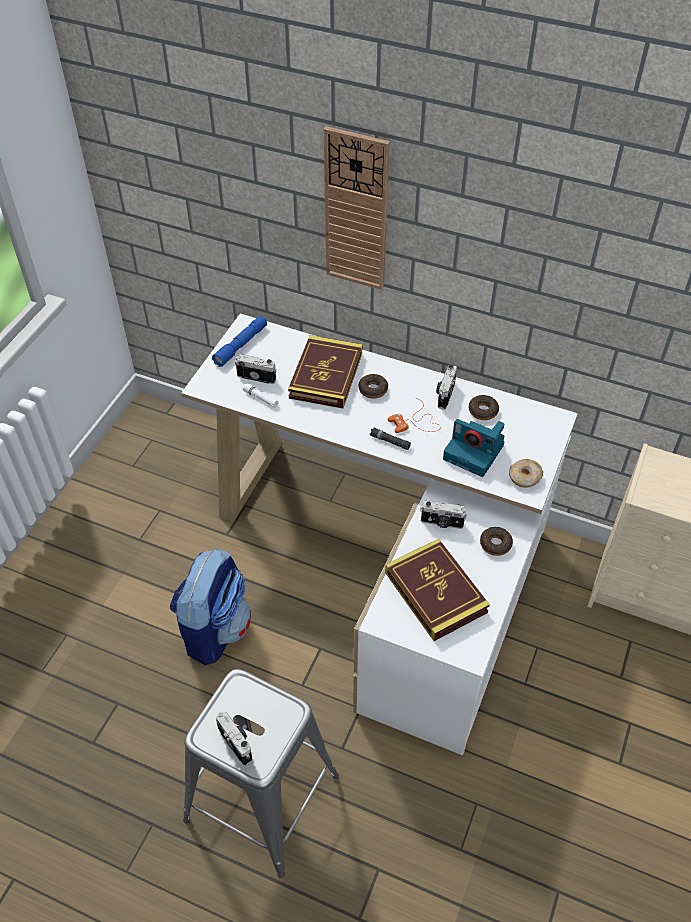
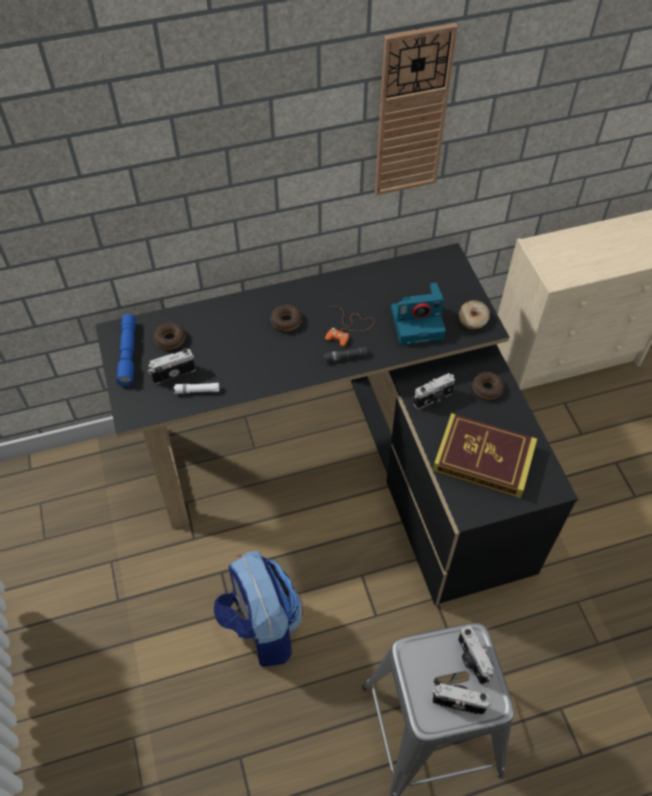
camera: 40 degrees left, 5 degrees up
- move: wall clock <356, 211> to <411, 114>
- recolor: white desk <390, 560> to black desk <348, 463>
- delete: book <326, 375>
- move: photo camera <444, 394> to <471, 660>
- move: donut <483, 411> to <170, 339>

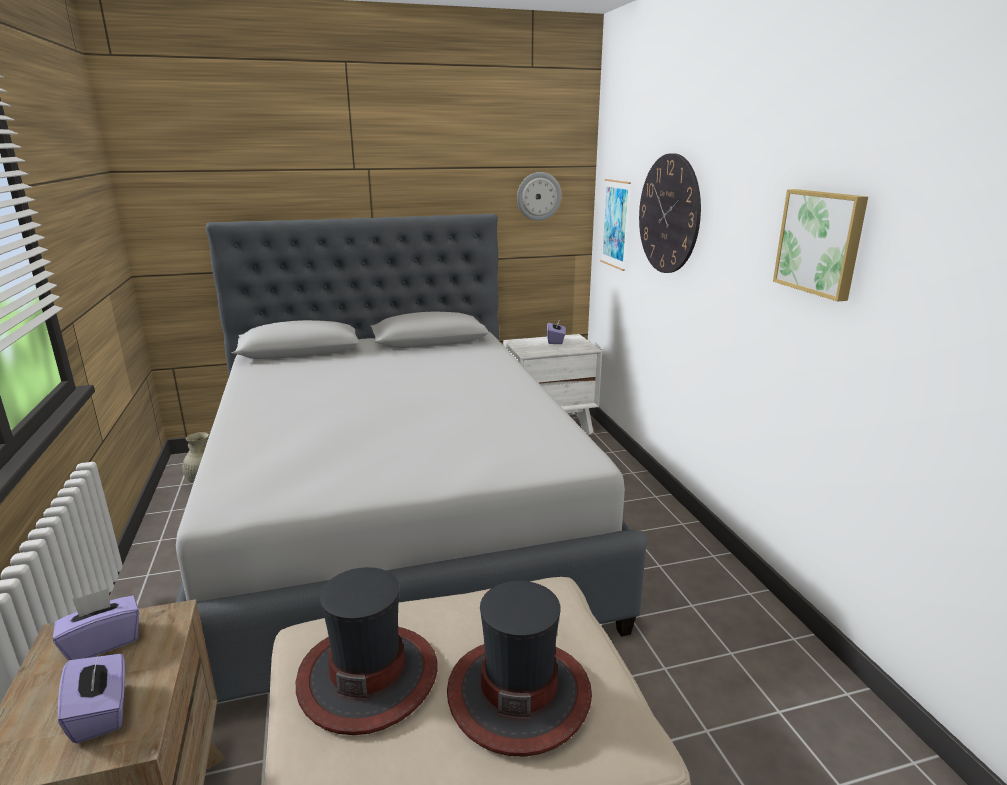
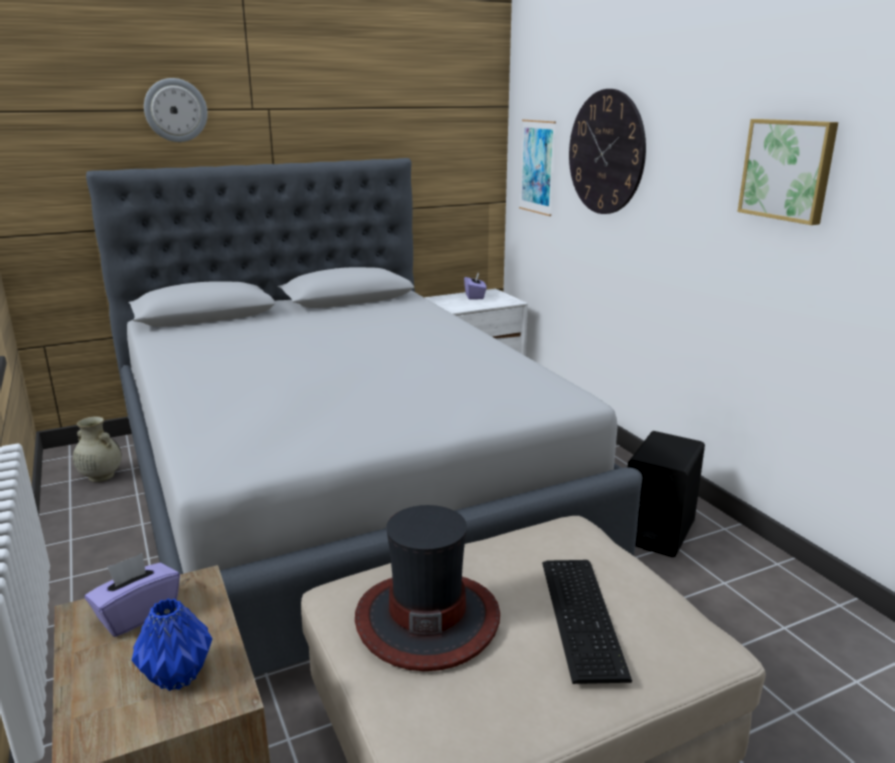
camera: 10 degrees left, 0 degrees up
- move: wall clock <538, 196> to <175, 110>
- replace: hat <519, 693> to keyboard <584, 615>
- replace: purple tissue box <101, 712> to blue vase <177, 676>
- insert: black speaker <657, 531>

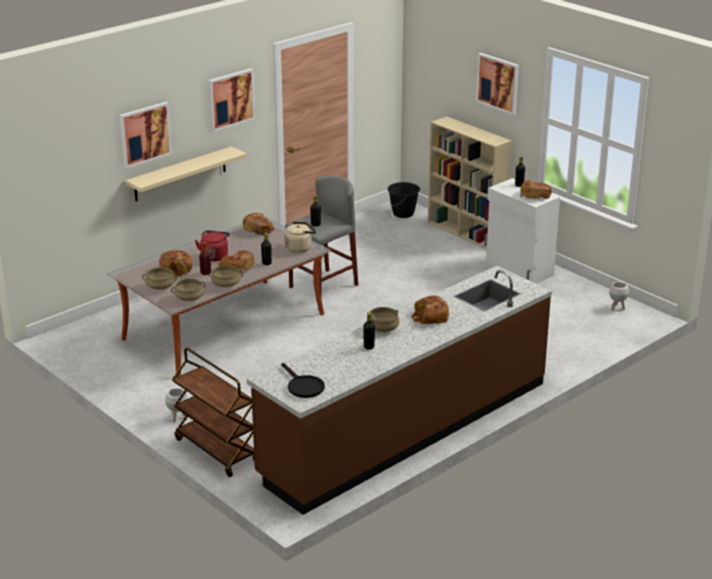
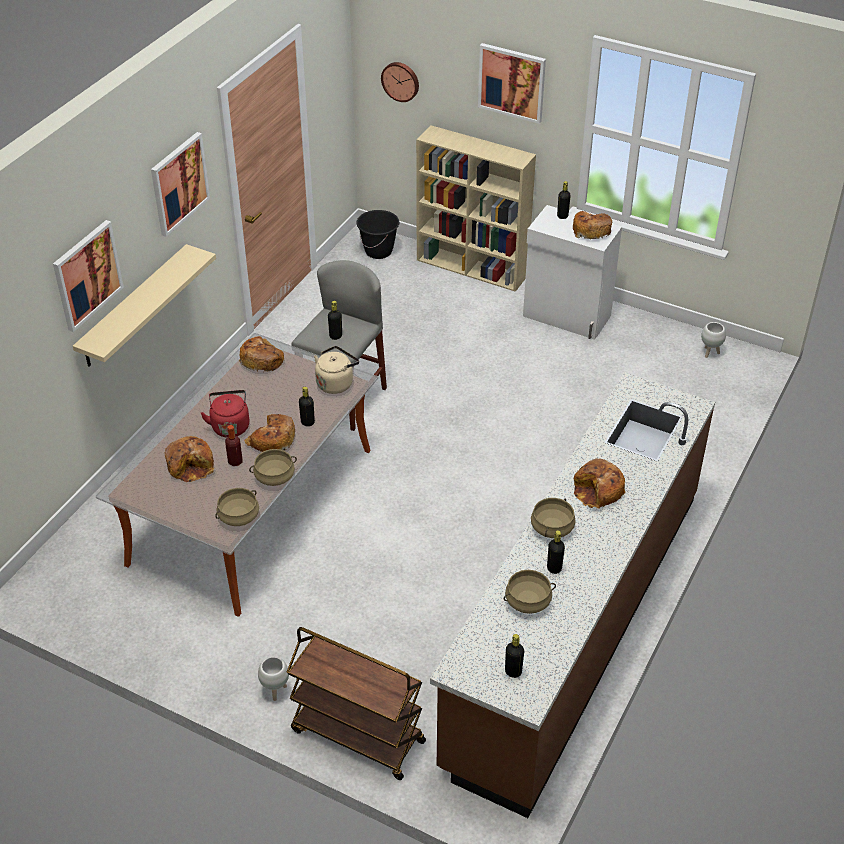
camera: 20 degrees left, 15 degrees up
- move: beige cooking pot <160, 286> to <528, 601>
- replace: black frying pan <303, 386> to black bottle <513, 671>
- insert: wall clock <401, 81>

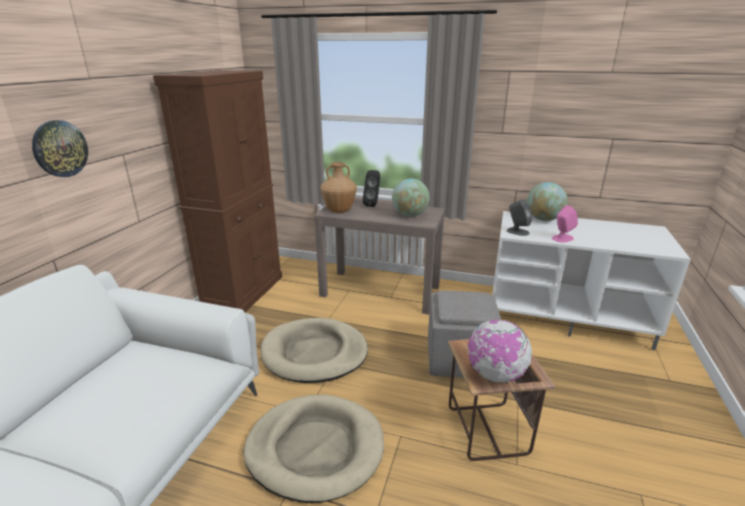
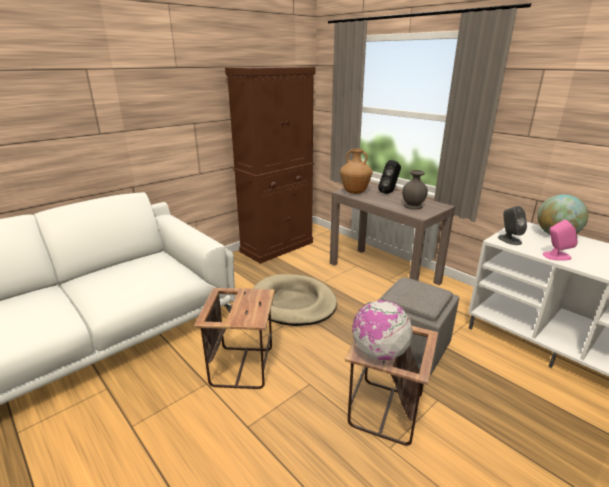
camera: 30 degrees right, 0 degrees up
- delete: wall clock <60, 148>
- replace: globe <410, 215> to grey vase <413, 206>
- replace: beige dog bed <315, 449> to side table <242, 366>

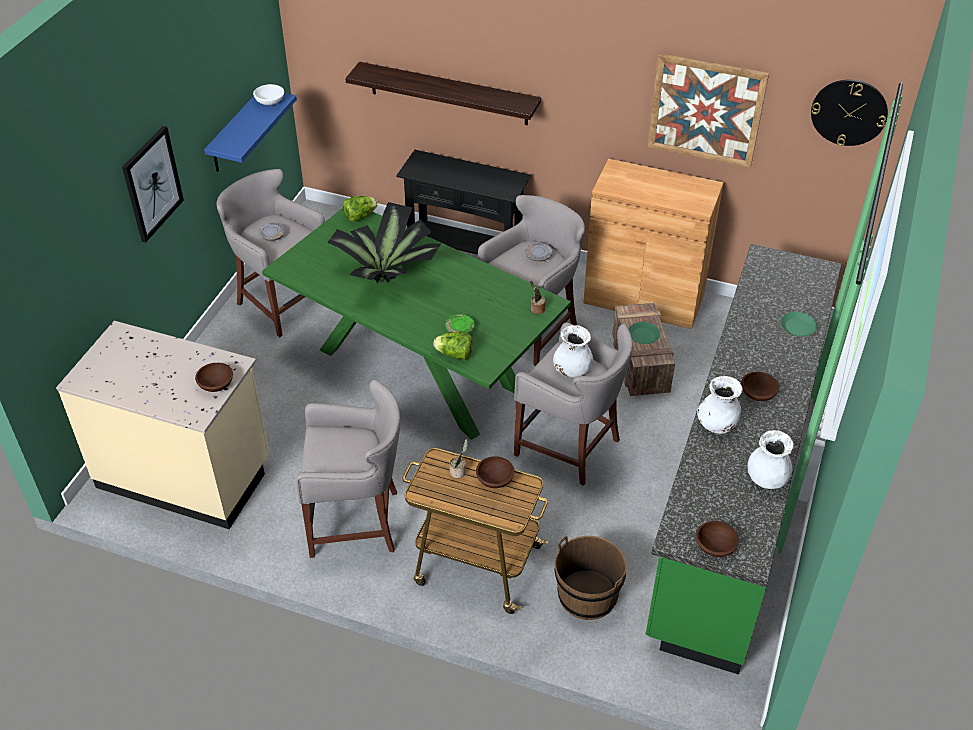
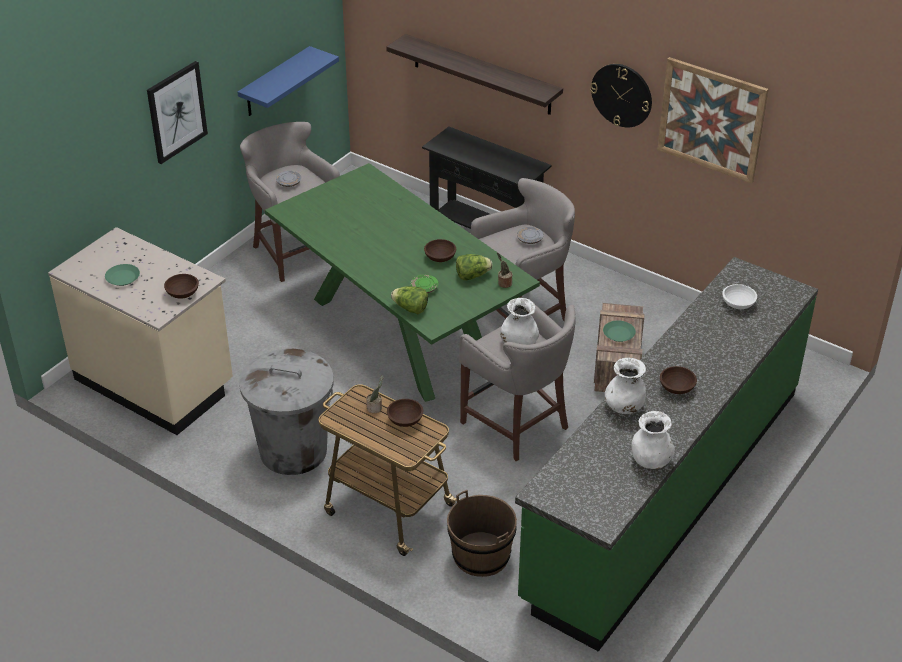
camera: 15 degrees right, 5 degrees down
- move: wall clock <849, 112> to <621, 95>
- move: white bowl <269, 102> to <737, 304>
- delete: brown cabinet <643, 298>
- move: lettuce <360, 216> to <472, 276>
- delete: potted plant <389, 273>
- move: green plate <798, 327> to <123, 278>
- replace: grey stool <358, 521> to grey trash can <293, 451>
- move: brown bowl <715, 546> to <440, 257>

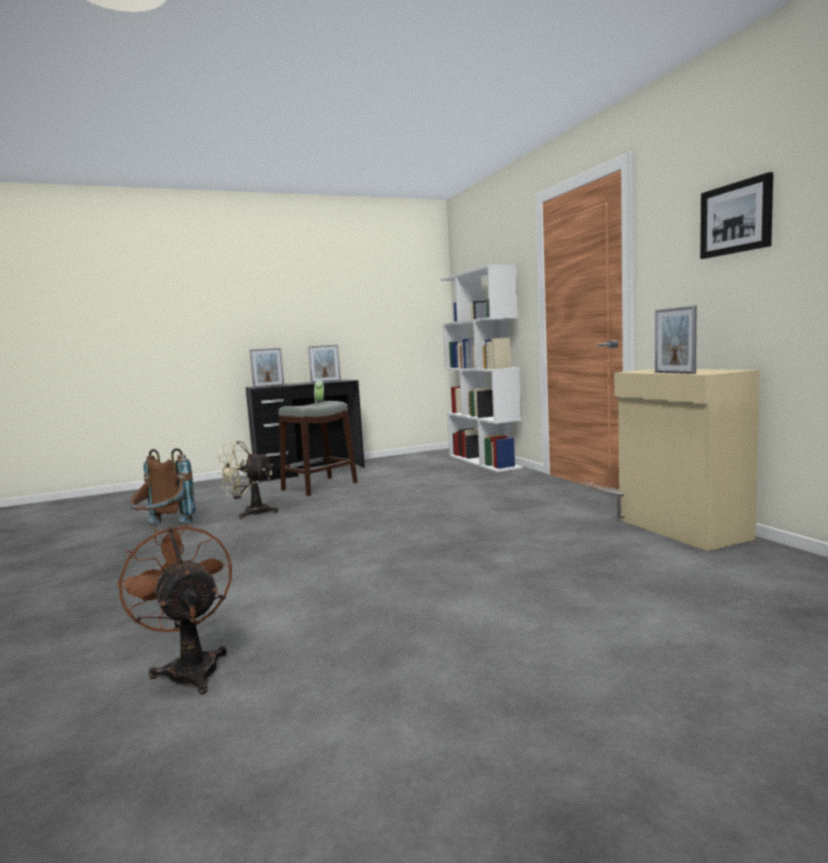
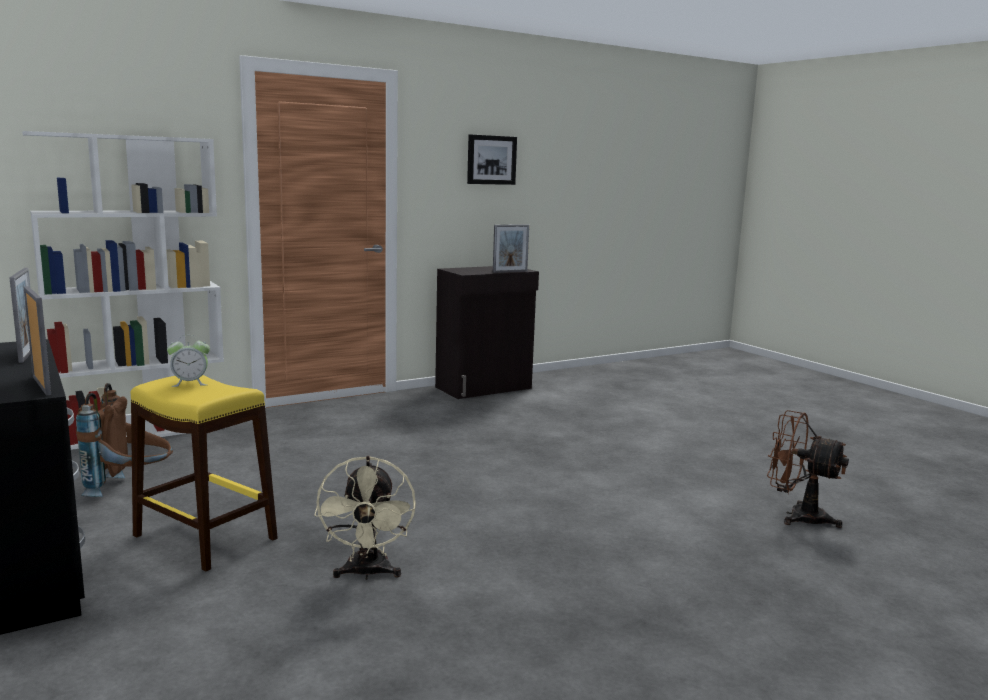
camera: 100 degrees left, 5 degrees up
- recolor: beige cabinet <681, 529> to black cabinet <485, 388>
- recolor: grey stool <320, 486> to yellow stool <205, 537>
- move: brown backpack <163, 528> to <131, 489>
- rotate: brown fan <190, 667> = <797, 516> 75 degrees clockwise

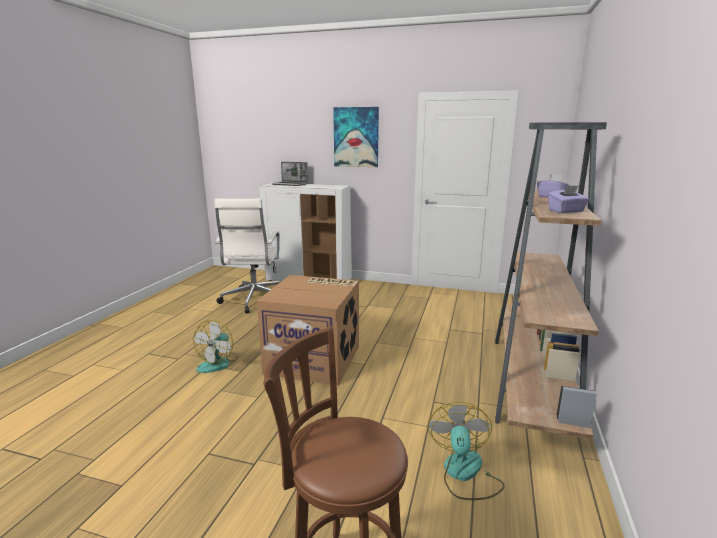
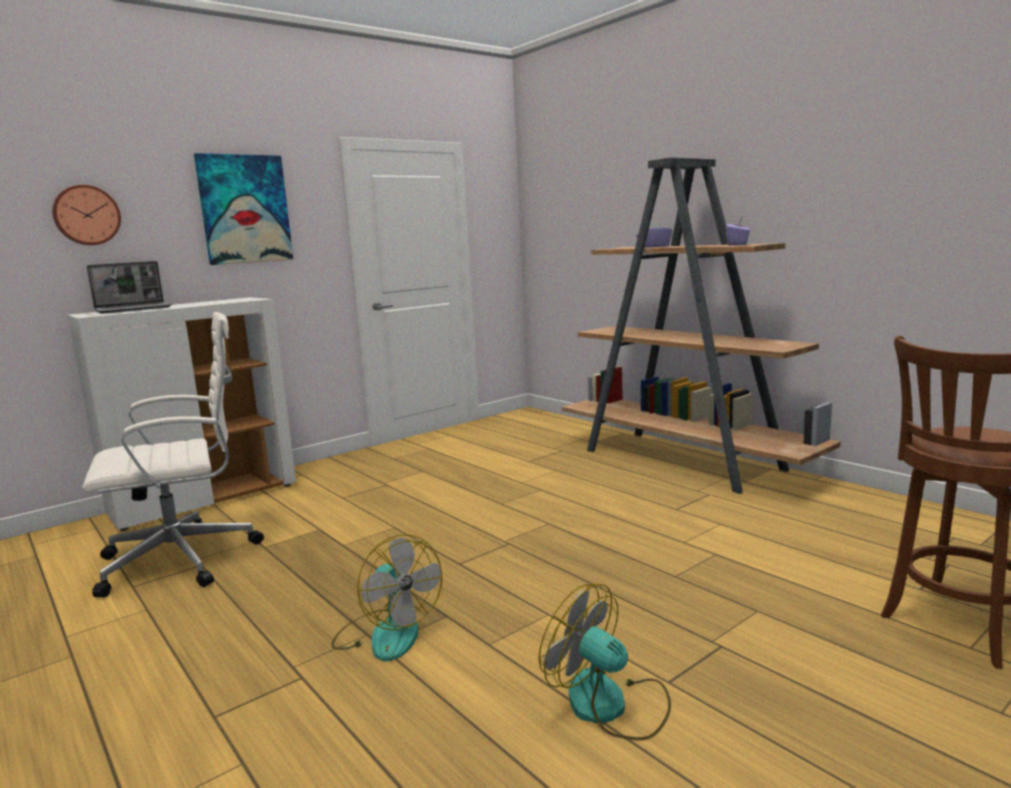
camera: 55 degrees left, 5 degrees down
- rotate: white office chair <254, 300> = <184, 559> 60 degrees counterclockwise
- delete: cardboard box <315, 359>
- move: fan <464, 474> to <610, 705>
- insert: wall clock <86, 215>

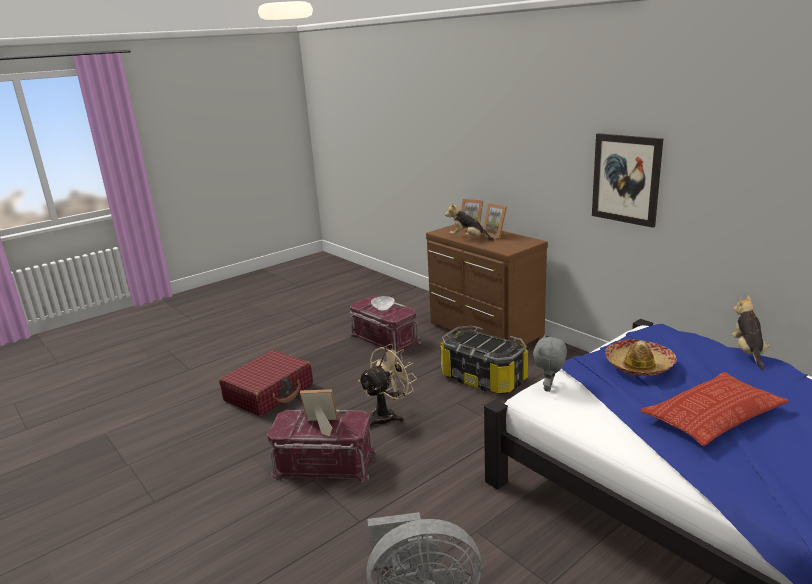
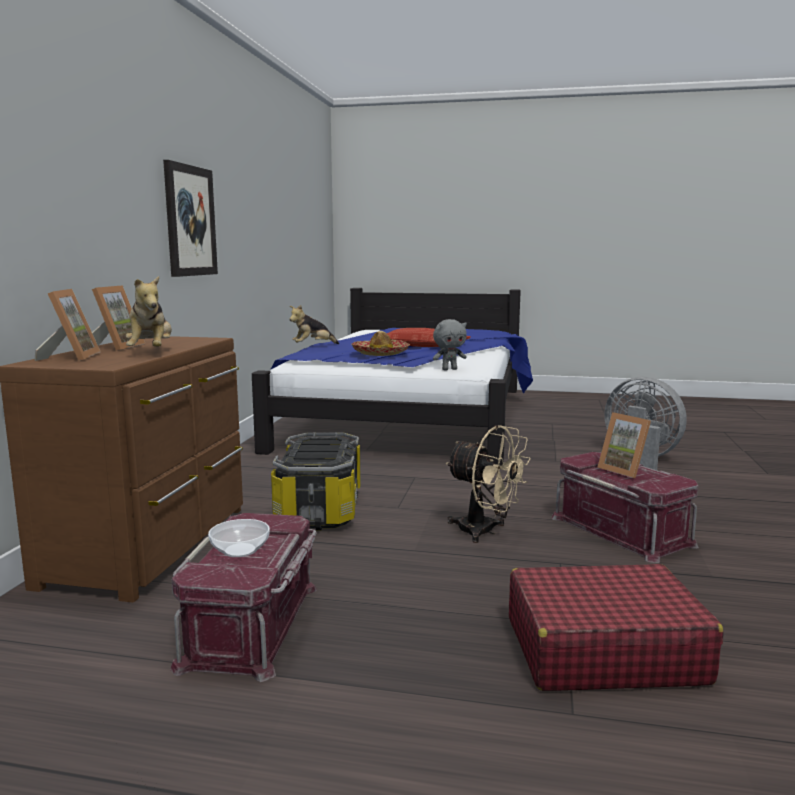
camera: 130 degrees left, 10 degrees down
- rotate: beige fan <388, 415> = <485, 532> 150 degrees counterclockwise

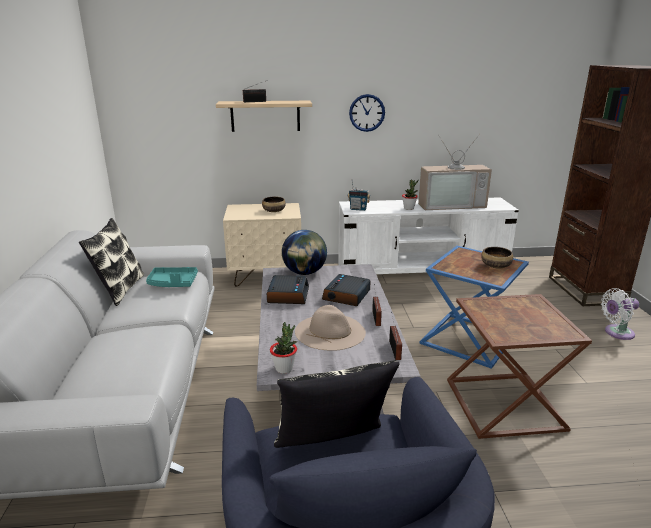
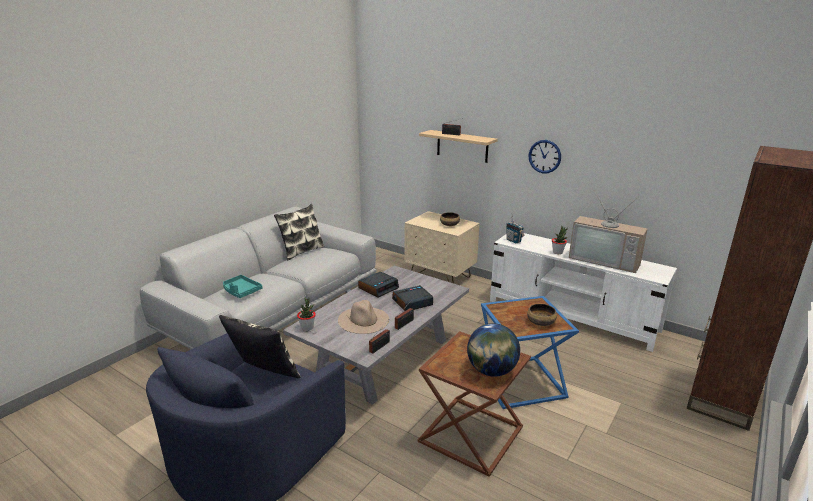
camera: 40 degrees right, 0 degrees up
- move: globe <304, 273> to <491, 371>
- move: turquoise tray <173, 283> to <241, 291>
- delete: white fan <616, 333>

